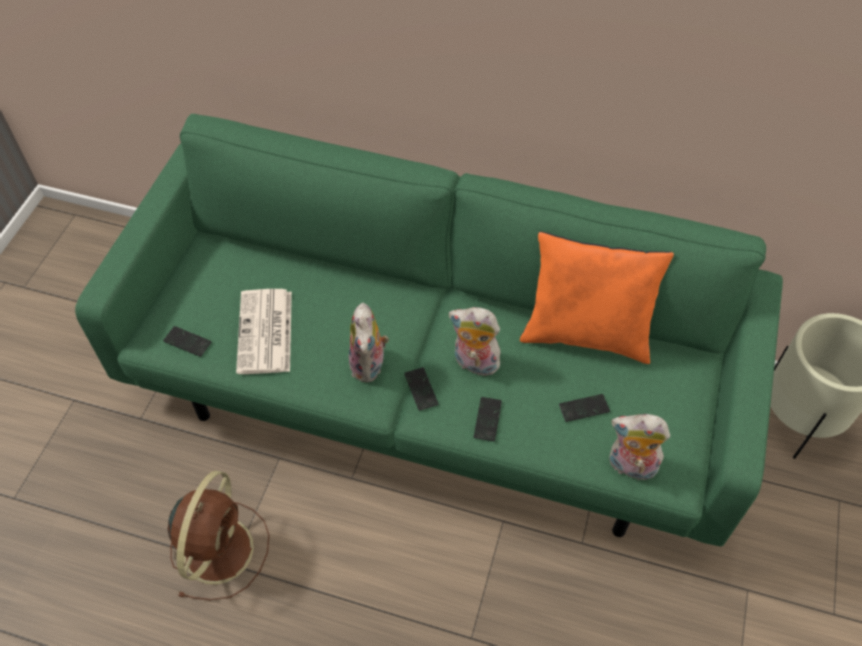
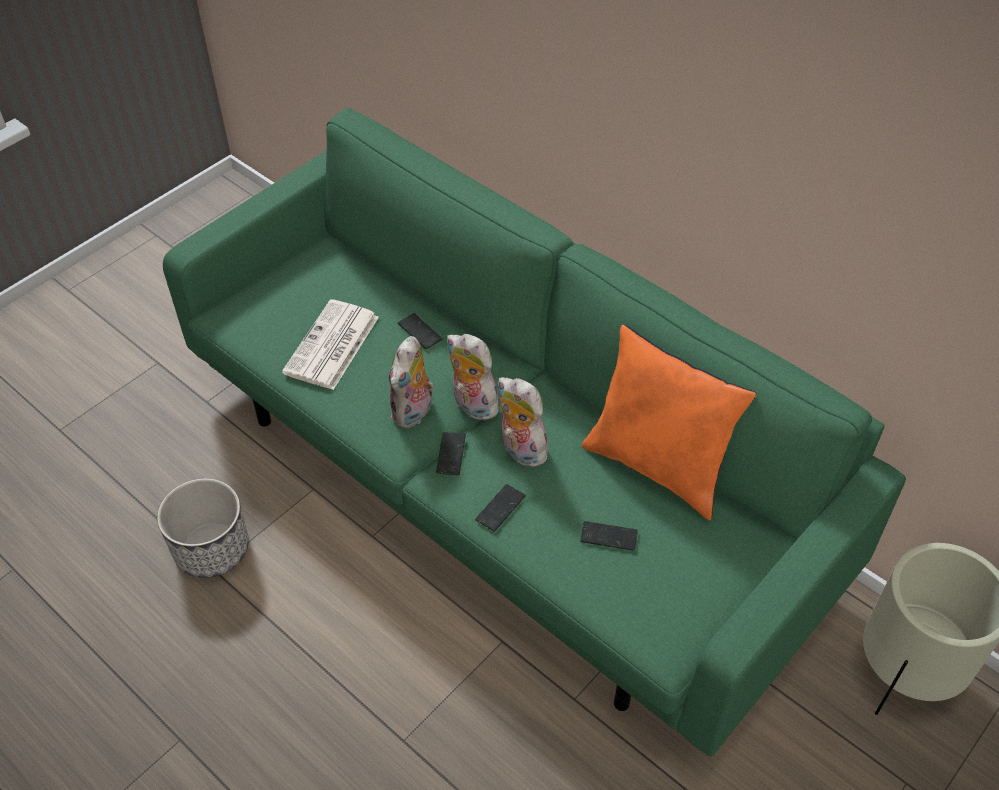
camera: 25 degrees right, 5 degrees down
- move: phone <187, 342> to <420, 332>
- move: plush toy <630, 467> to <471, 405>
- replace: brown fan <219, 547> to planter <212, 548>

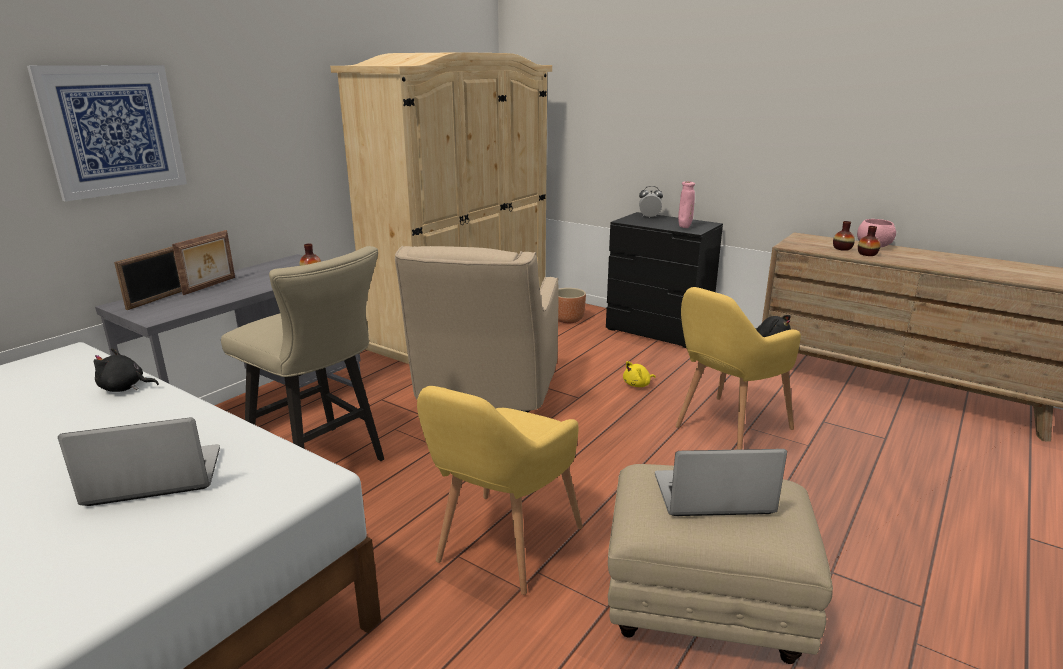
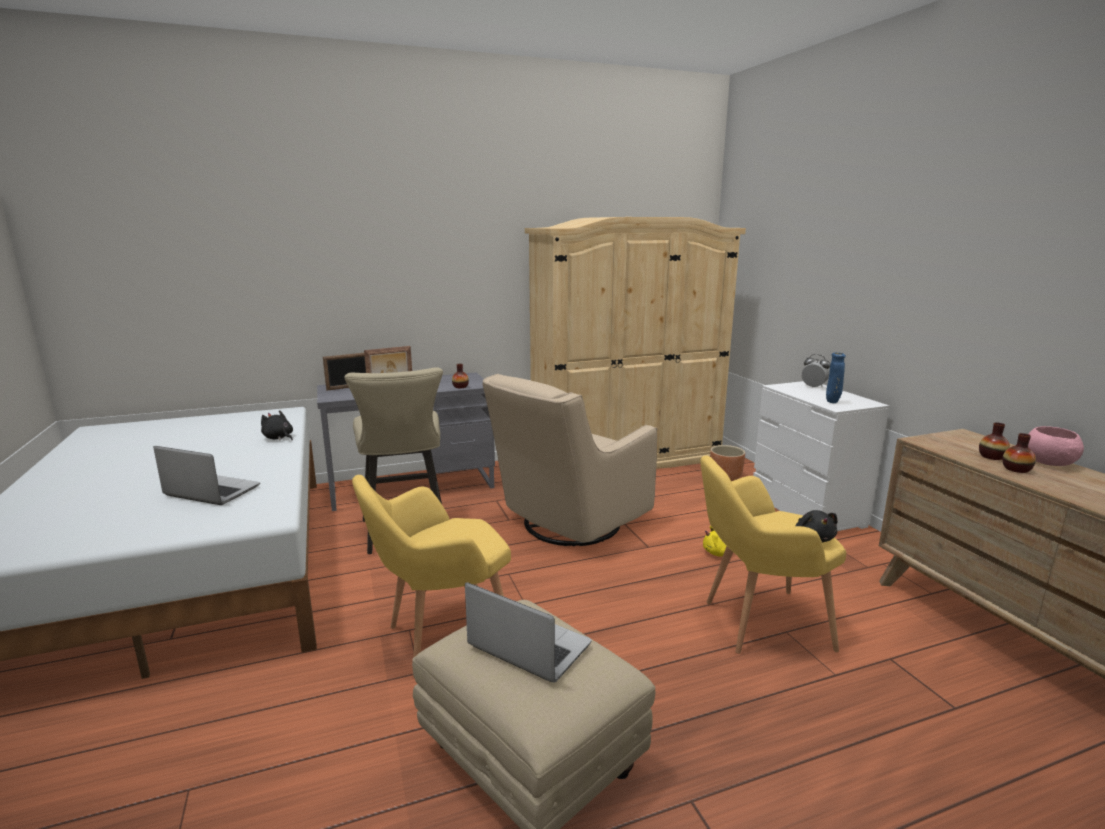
camera: 35 degrees right, 5 degrees down
- delete: picture <113, 130>
- recolor: pink vase <684, 227> to blue vase <832, 402>
- recolor: black dresser <658, 331> to white dresser <807, 511>

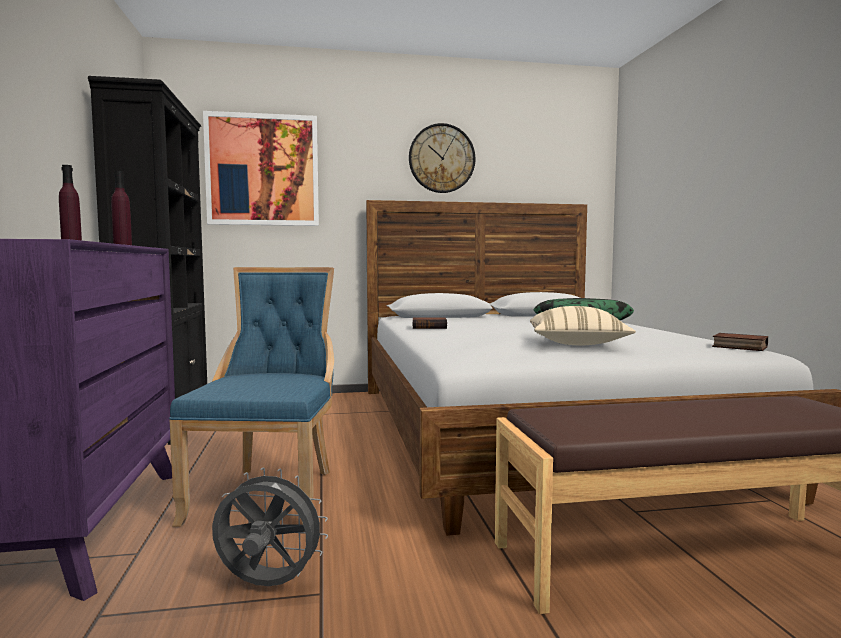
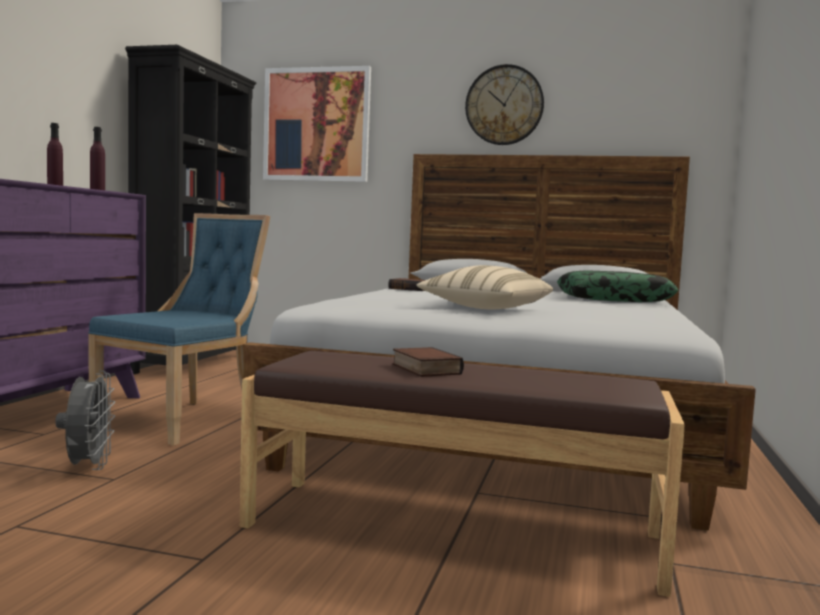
camera: 25 degrees right, 0 degrees up
- move: book <738, 347> to <424, 369>
- rotate: grey fan <267, 586> = <88, 467> 45 degrees clockwise

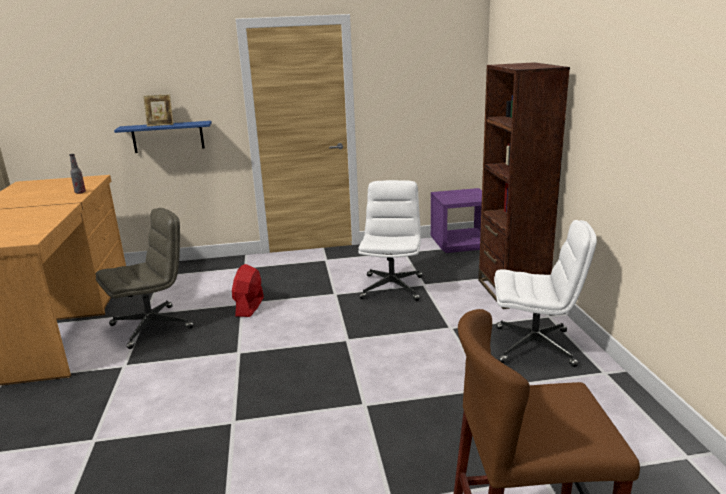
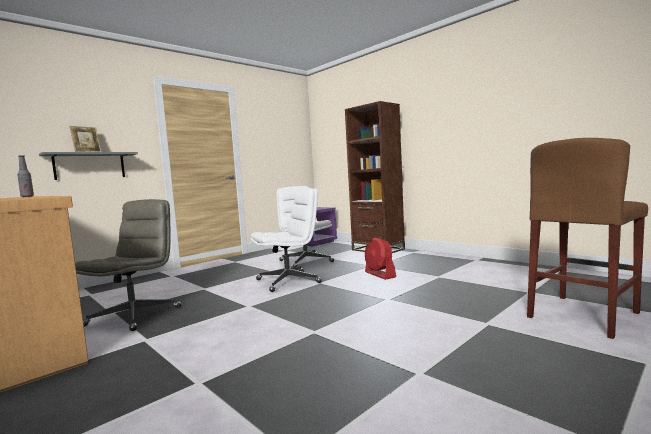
camera: 35 degrees left, 15 degrees down
- recolor: blue shelf <168, 137> to grey shelf <90, 166>
- move: white office chair <535, 346> to <289, 281>
- move: red fan <249, 307> to <380, 274>

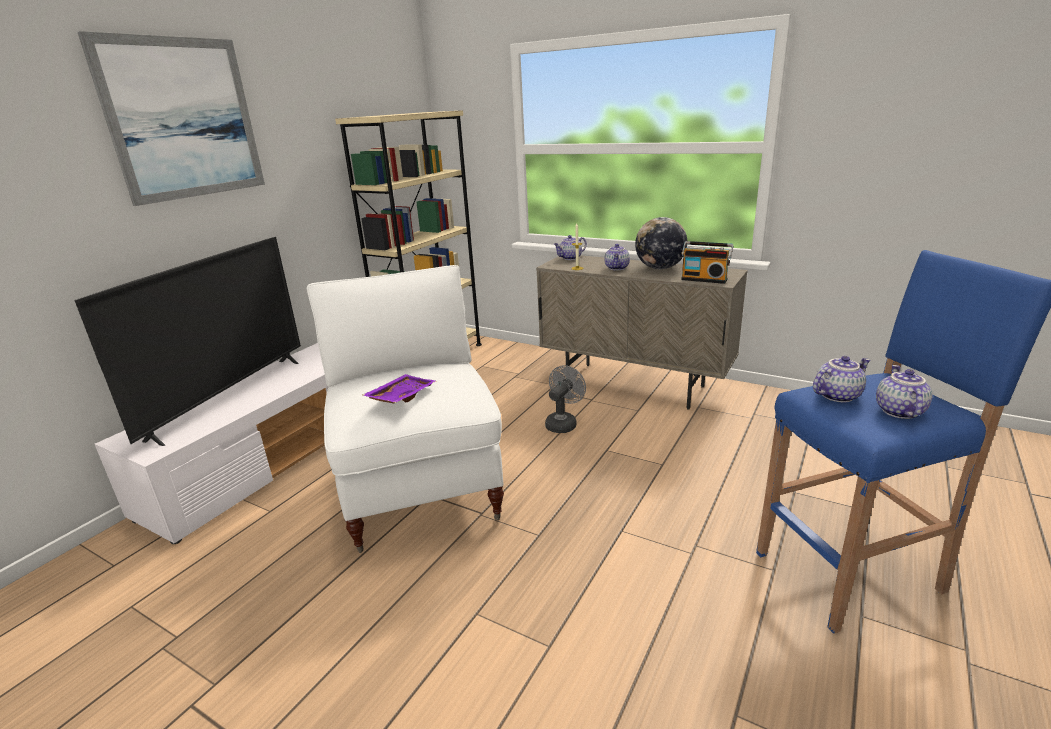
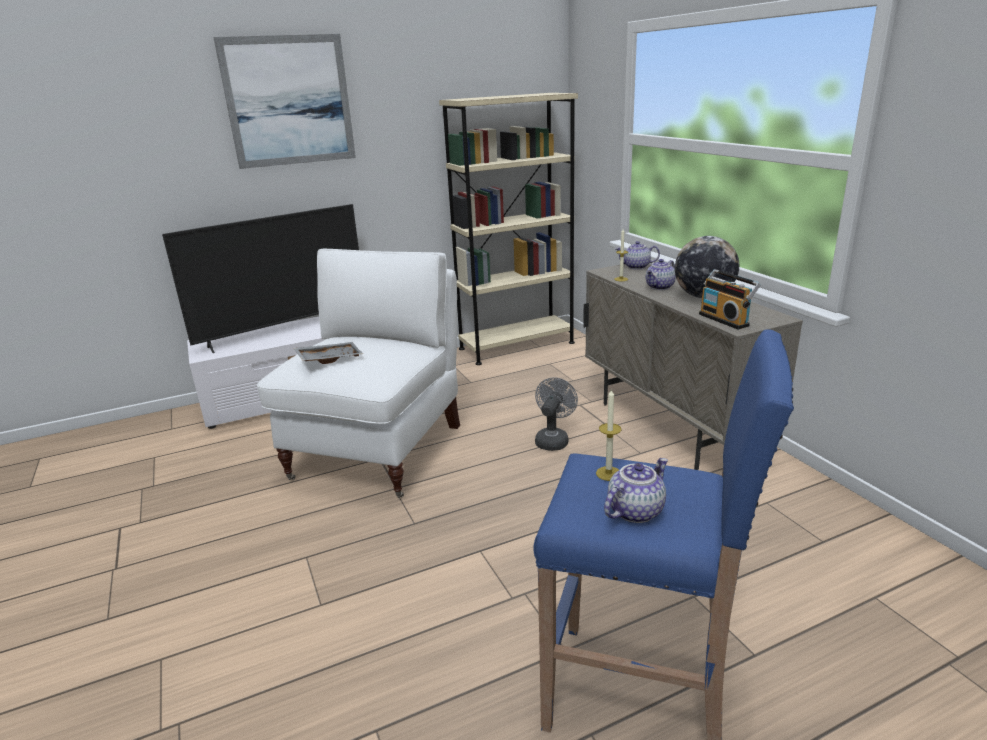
camera: 35 degrees right, 0 degrees up
- replace: teapot <836, 395> to candle <608, 473>
- rotate: grey fan <563, 423> = <553, 439> 45 degrees counterclockwise
- recolor: purple tray <401, 397> to grey tray <329, 359>

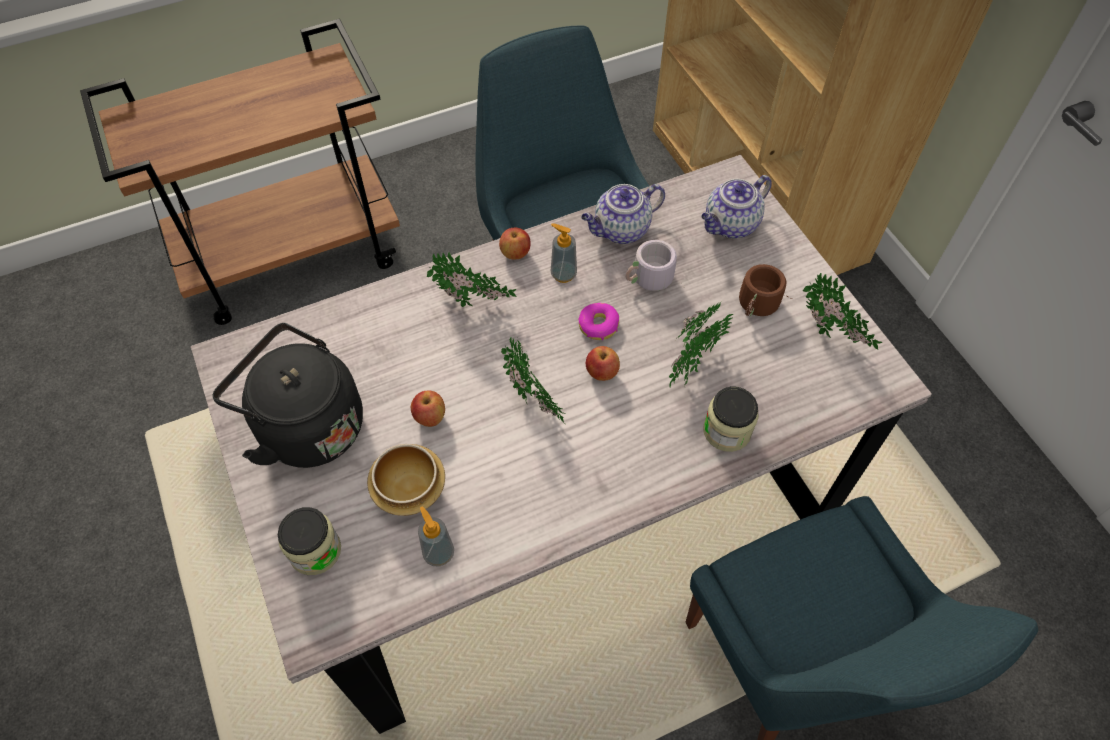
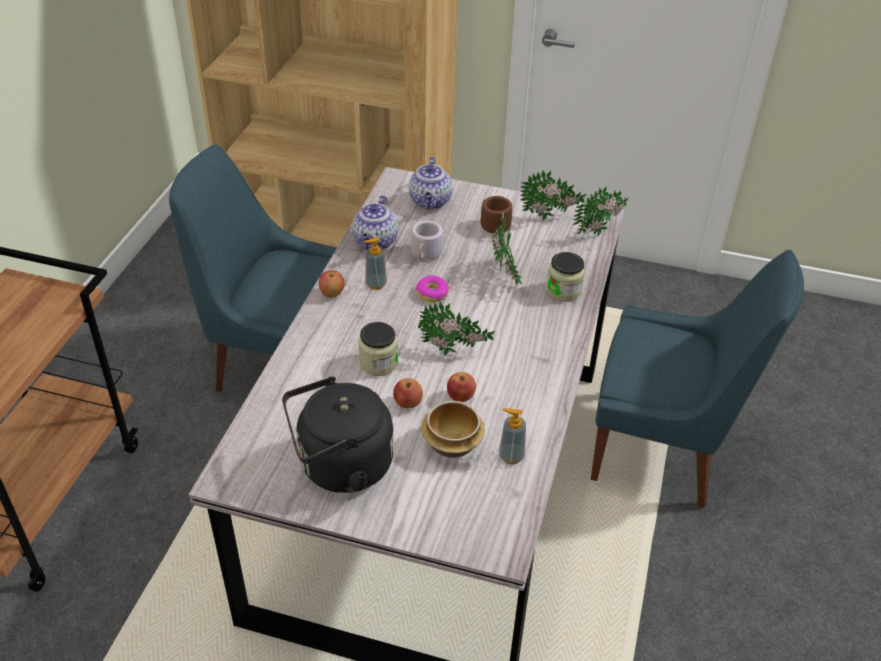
camera: 50 degrees left, 15 degrees down
- move: potted plant <473, 305> to <600, 231>
- move: apple <601, 373> to <460, 397>
- move: jar <315, 550> to <378, 363>

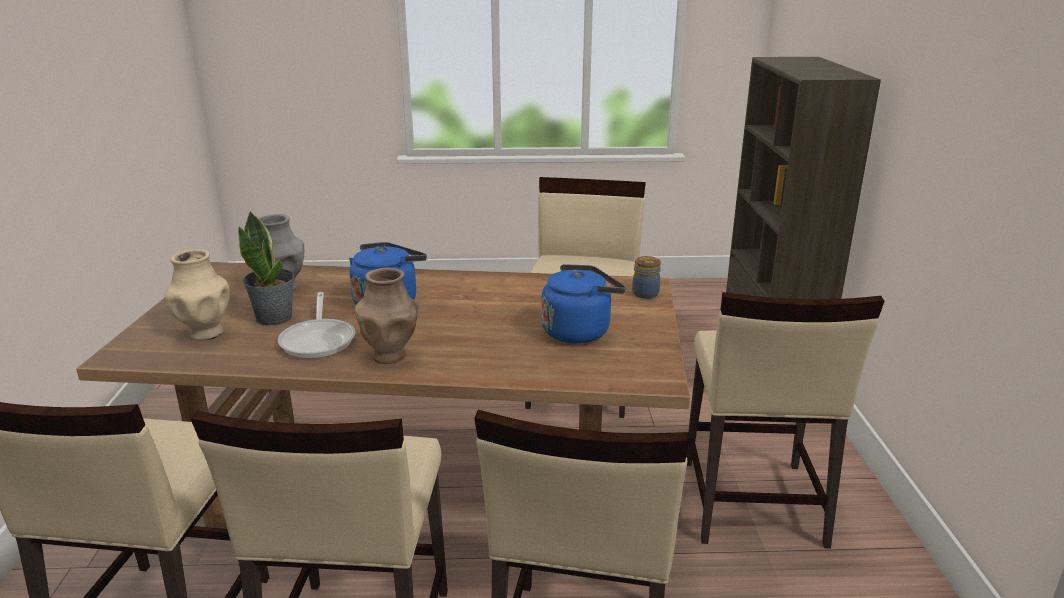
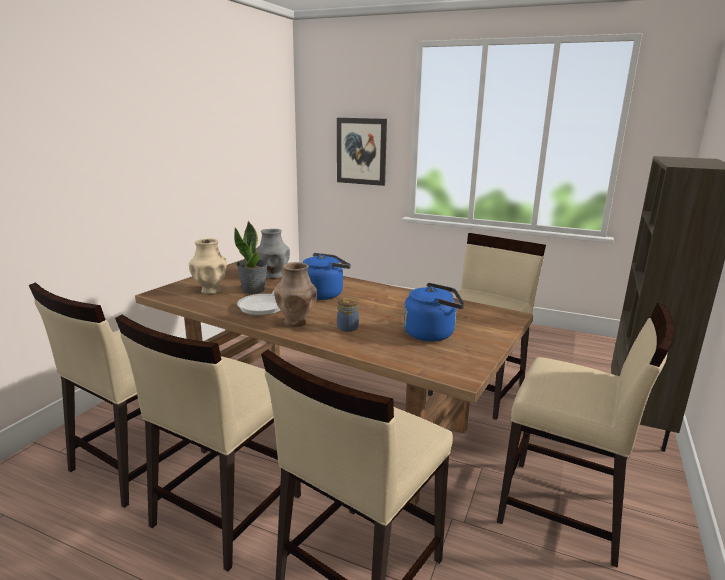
camera: 25 degrees right, 5 degrees down
- move: jar <645, 293> to <348, 327>
- rotate: beige chair <751, 503> = <564, 510> 90 degrees counterclockwise
- insert: picture <361, 151>

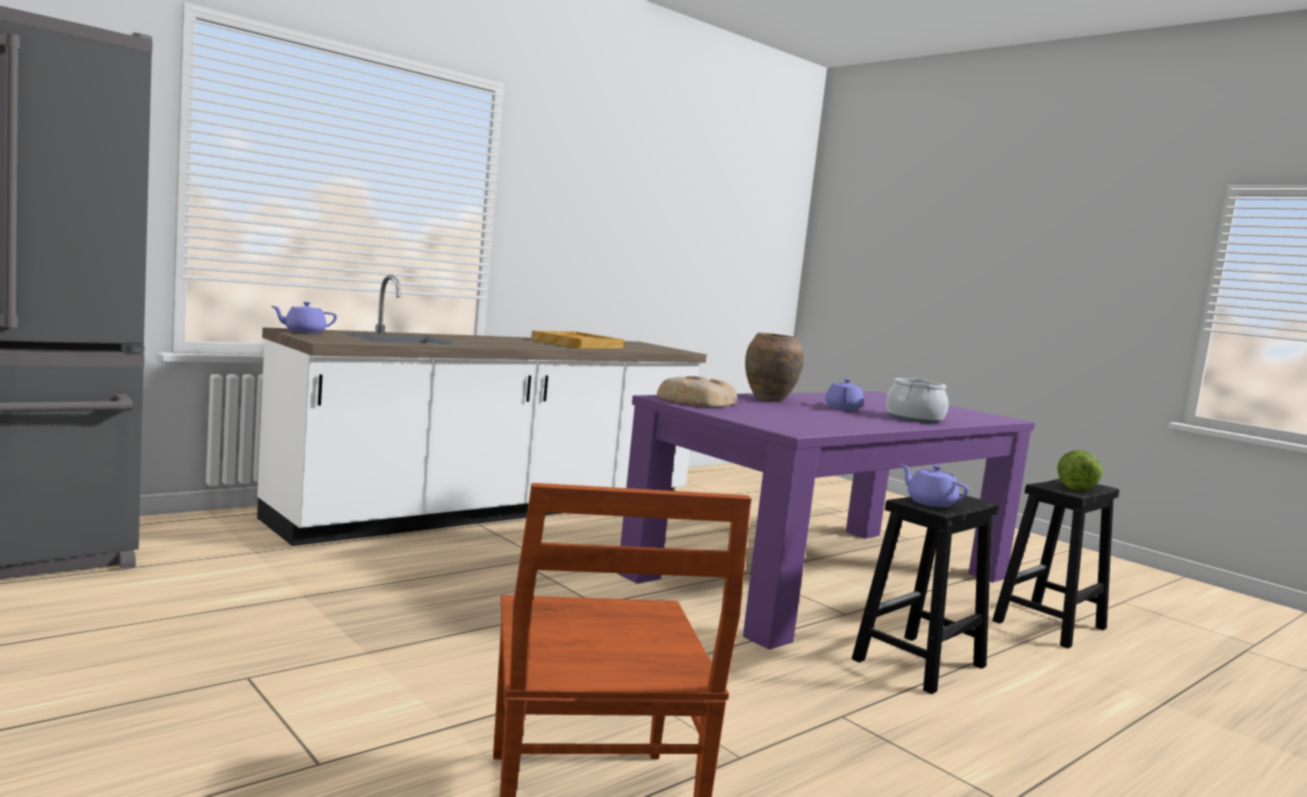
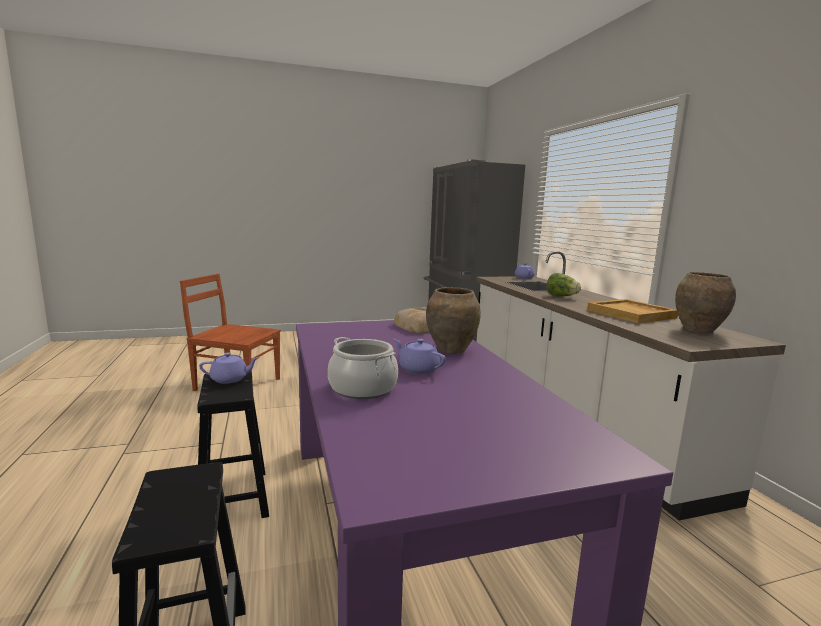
camera: 115 degrees right, 5 degrees up
- move: lettuce <1074, 487> to <561, 296>
- insert: brown vase <697, 330>

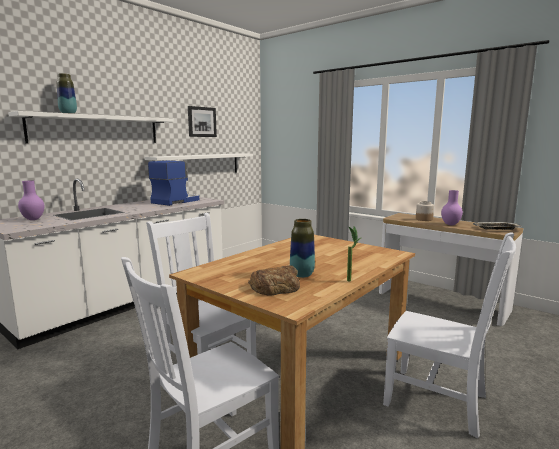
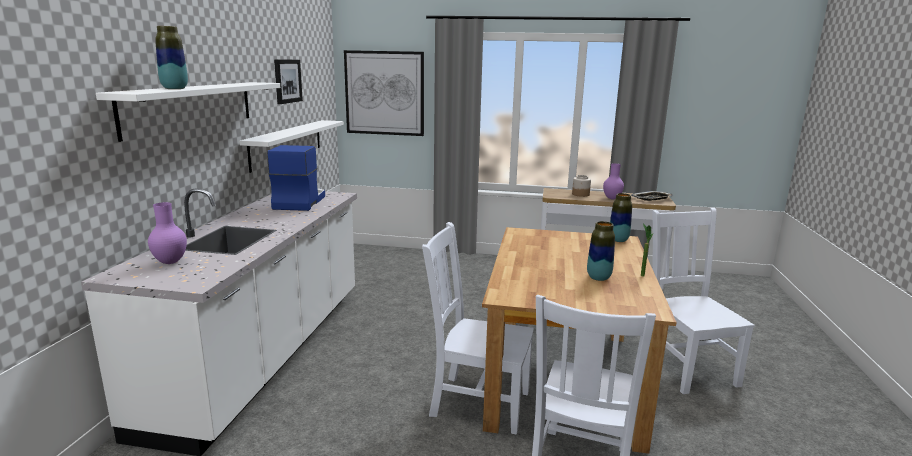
camera: 30 degrees left, 5 degrees up
- rotate: white chair <439, 401> = <686, 367> 105 degrees counterclockwise
- delete: bread <275, 286>
- insert: picture <384, 93>
- insert: vase <618, 240>

